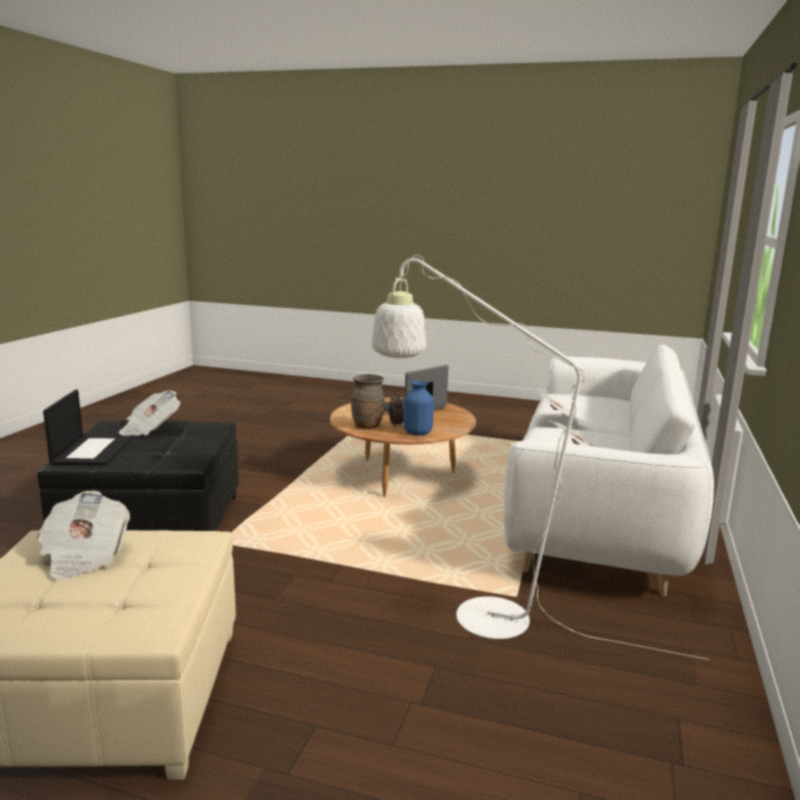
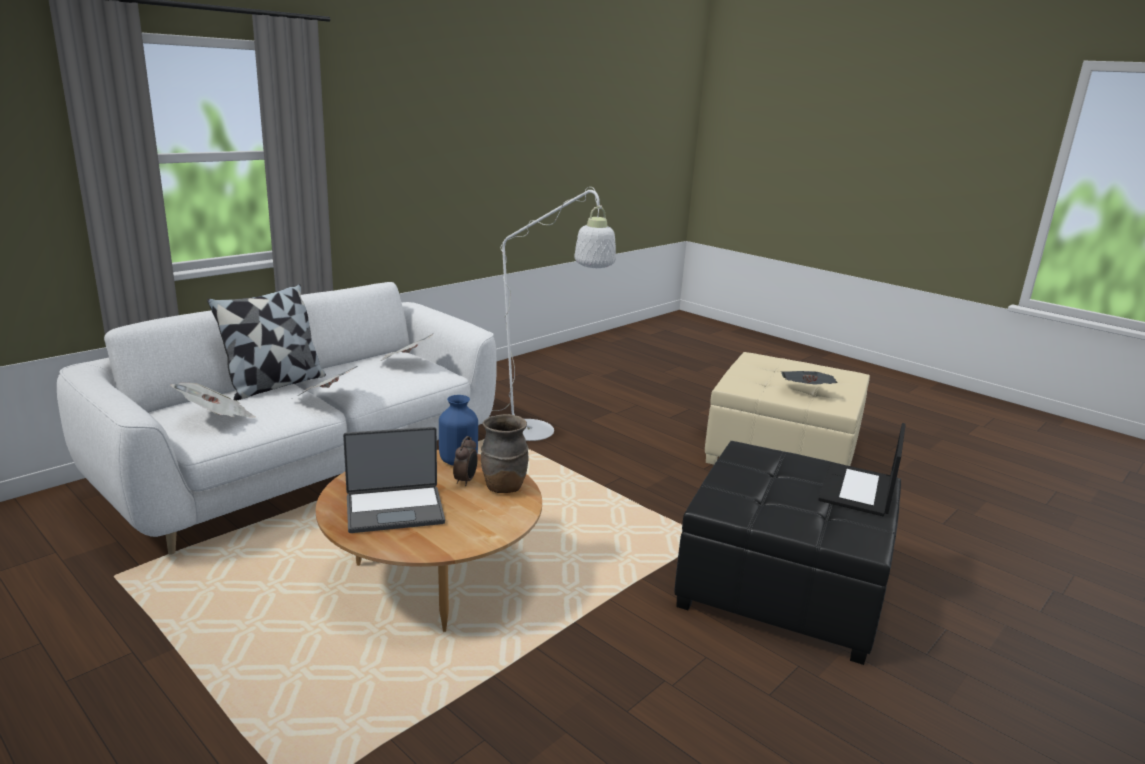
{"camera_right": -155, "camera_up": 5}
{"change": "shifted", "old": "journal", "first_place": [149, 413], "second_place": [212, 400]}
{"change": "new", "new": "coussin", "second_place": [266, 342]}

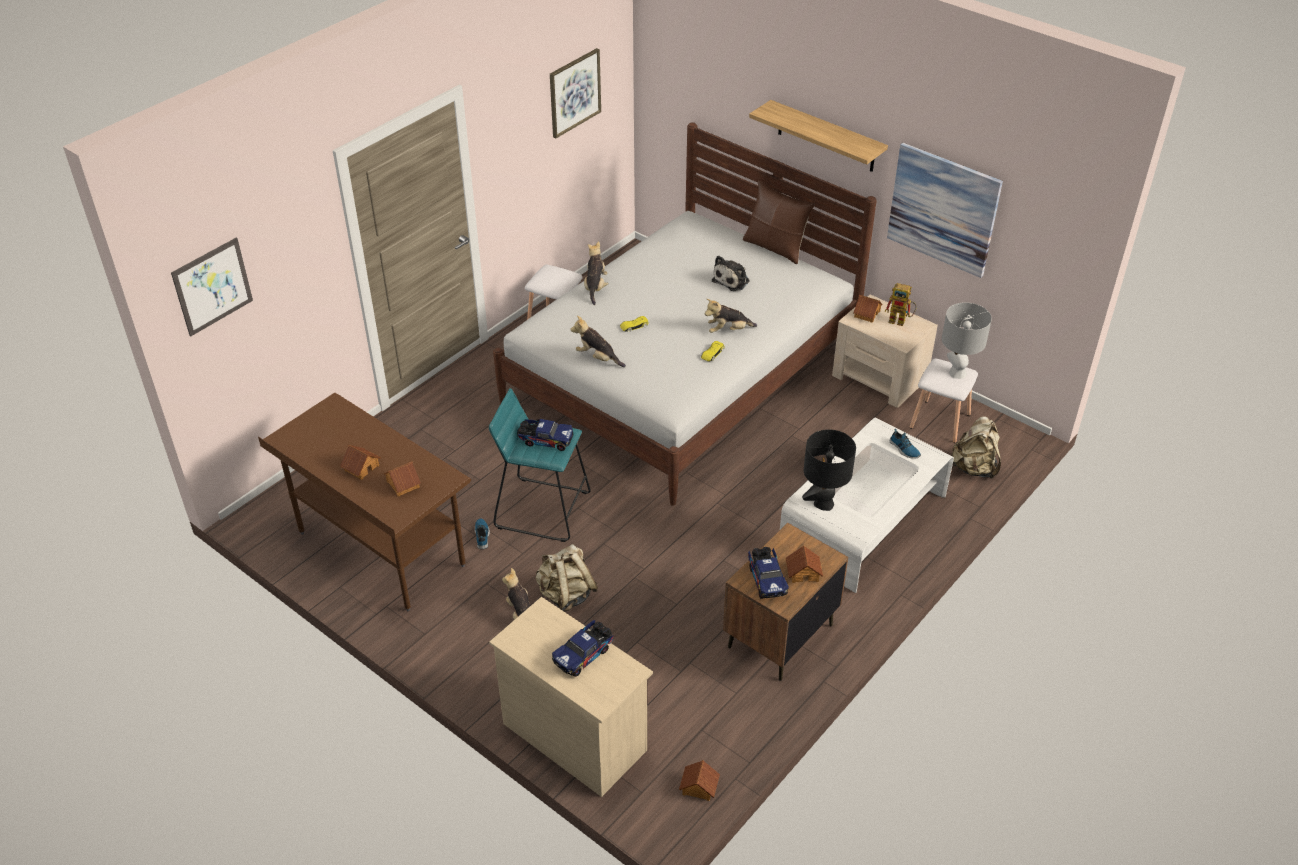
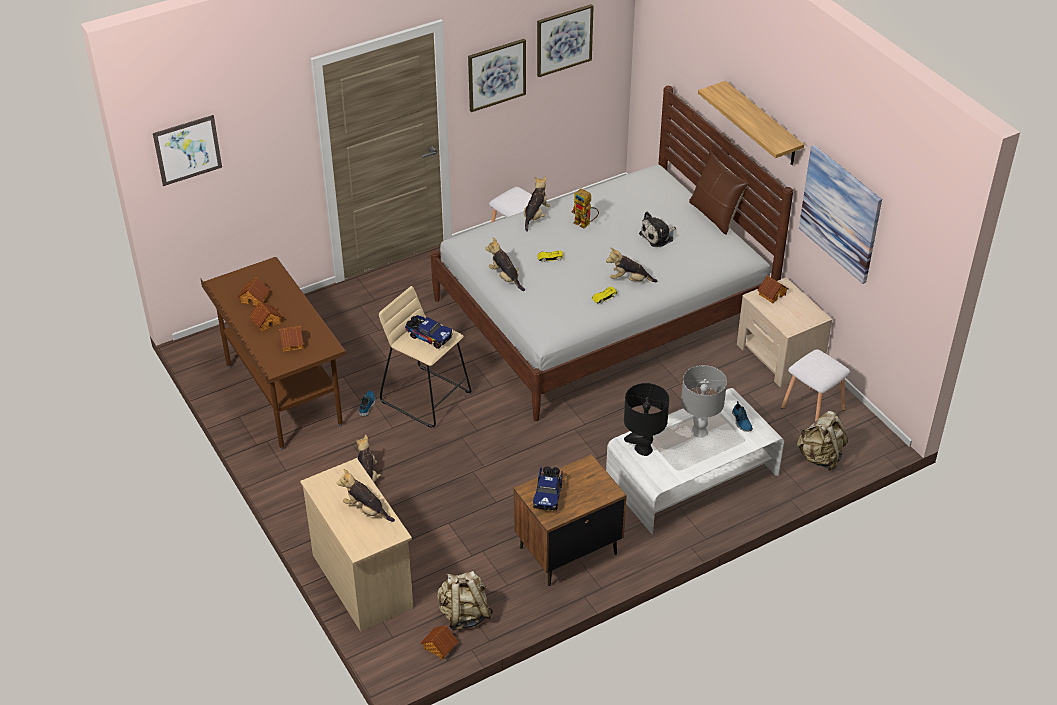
{"camera_right": 20, "camera_up": 0}
{"change": "shifted", "old": "robot jouet", "first_place": [900, 304], "second_place": [585, 209]}
{"change": "shifted", "old": "lampe de table [gris]", "first_place": [967, 340], "second_place": [704, 401]}
{"change": "repainted", "old": "tabouret [turquoise]", "new": "tabouret [beige]", "first_place": [540, 465], "second_place": [425, 357]}
{"change": "shifted", "old": "sac à dos [beige]", "first_place": [567, 577], "second_place": [465, 600]}
{"change": "shifted", "old": "maison miniature", "first_place": [804, 564], "second_place": [253, 291]}
{"change": "swapped", "old": "camion jouet", "new": "peluche", "first_place": [582, 648], "second_place": [366, 495]}
{"change": "new", "new": "tableau", "second_place": [497, 75]}

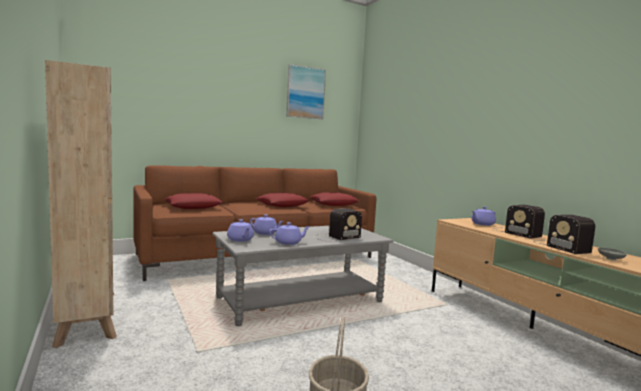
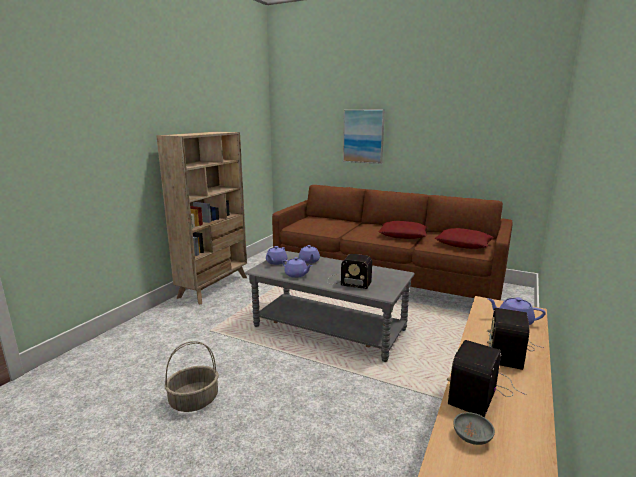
{"camera_right": 55, "camera_up": 10}
{"change": "shifted", "old": "tableau", "first_place": [306, 92], "second_place": [364, 136]}
{"change": "gone", "old": "coussin [rouge]", "first_place": [193, 201]}

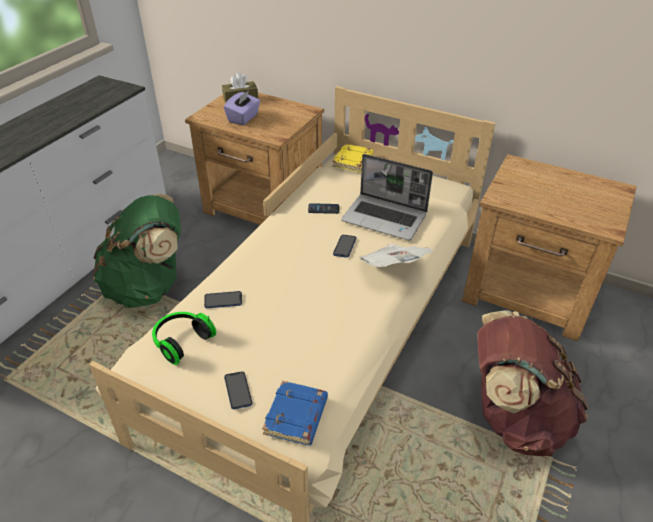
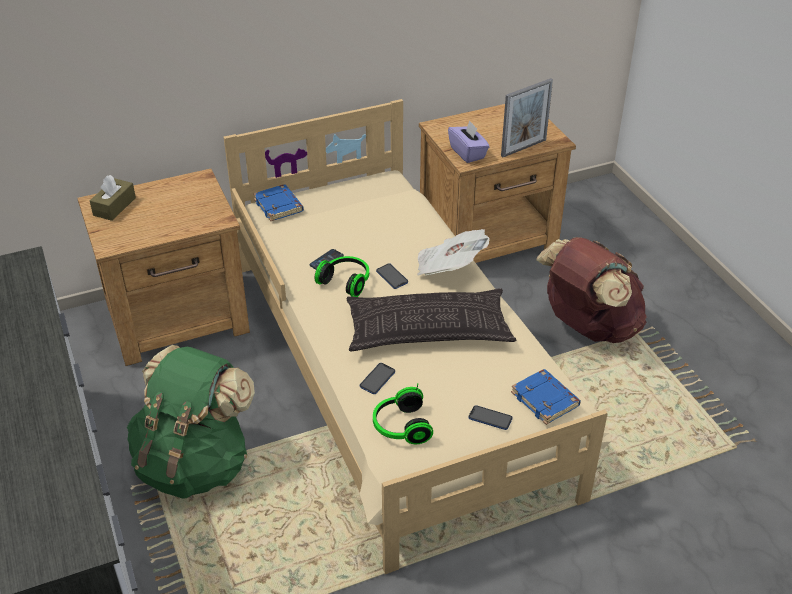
{"camera_right": -50, "camera_up": 0}
{"change": "shifted", "old": "boîte à mouchoirs [violet]", "first_place": [242, 108], "second_place": [469, 141]}
{"change": "repainted", "old": "livre [jaune]", "new": "livre [bleu]", "first_place": [352, 158], "second_place": [278, 202]}
{"change": "gone", "old": "ordinateur portable", "first_place": [387, 197]}
{"change": "new", "new": "cadre photo", "second_place": [527, 117]}
{"change": "new", "new": "casque audio", "second_place": [342, 276]}
{"change": "new", "new": "coussin", "second_place": [431, 319]}

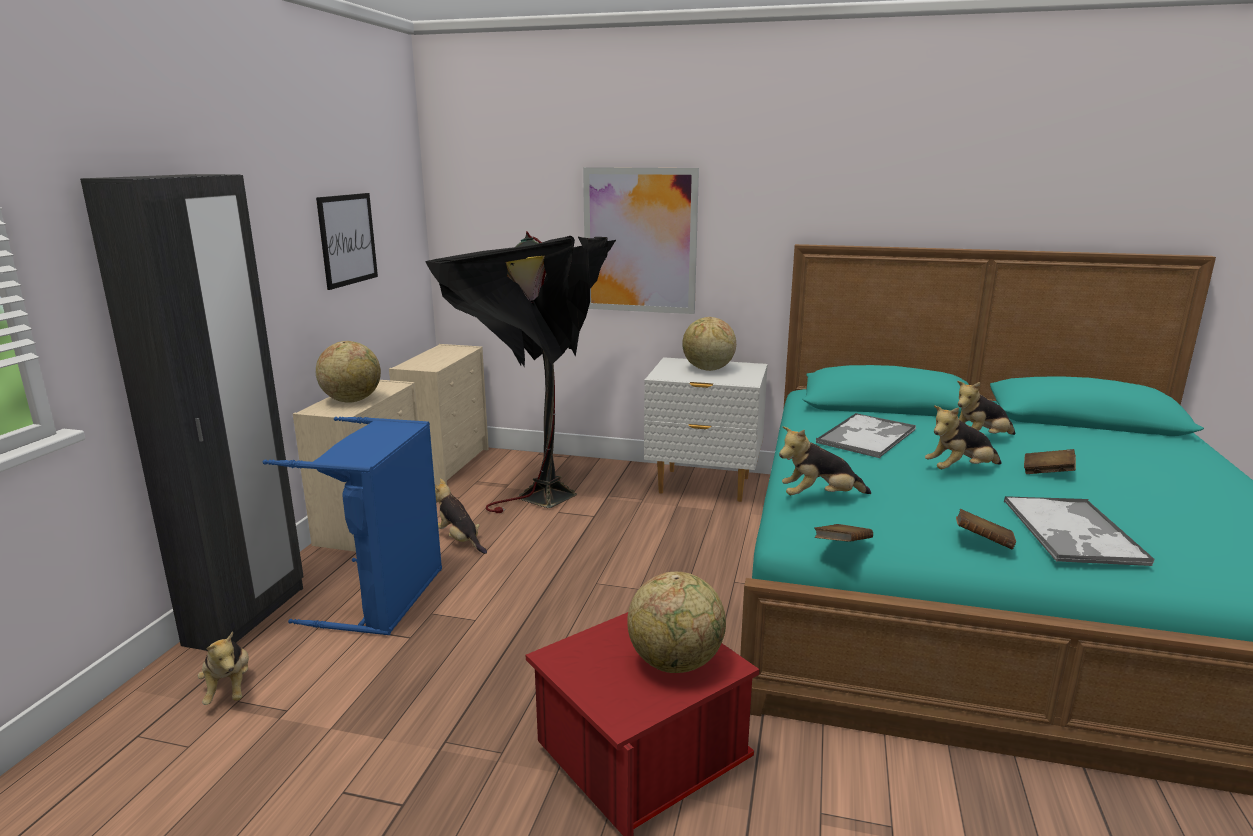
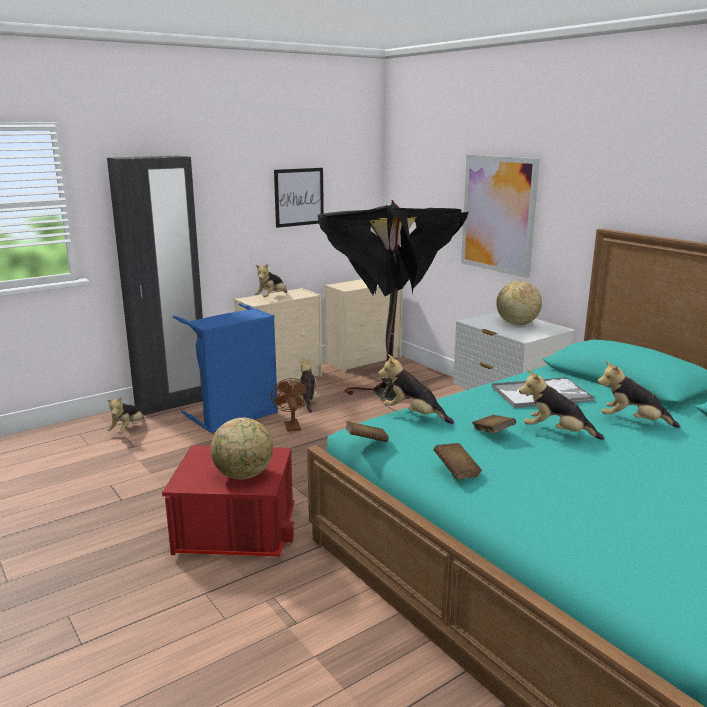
{"camera_right": 40, "camera_up": 0}
{"change": "swapped", "old": "globe", "new": "peluche", "first_place": [348, 372], "second_place": [271, 280]}
{"change": "shifted", "old": "livre [marron]", "first_place": [1050, 461], "second_place": [494, 424]}
{"change": "gone", "old": "plateau", "first_place": [1079, 531]}
{"change": "new", "new": "ventilateur [marron]", "second_place": [290, 405]}

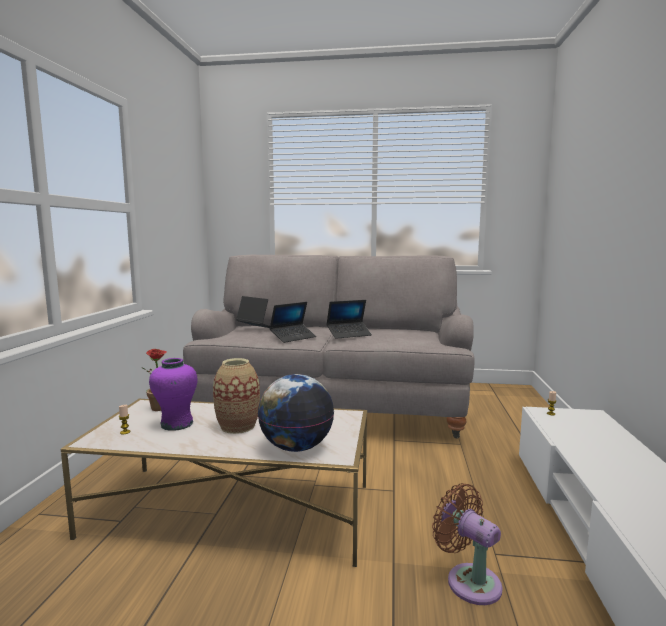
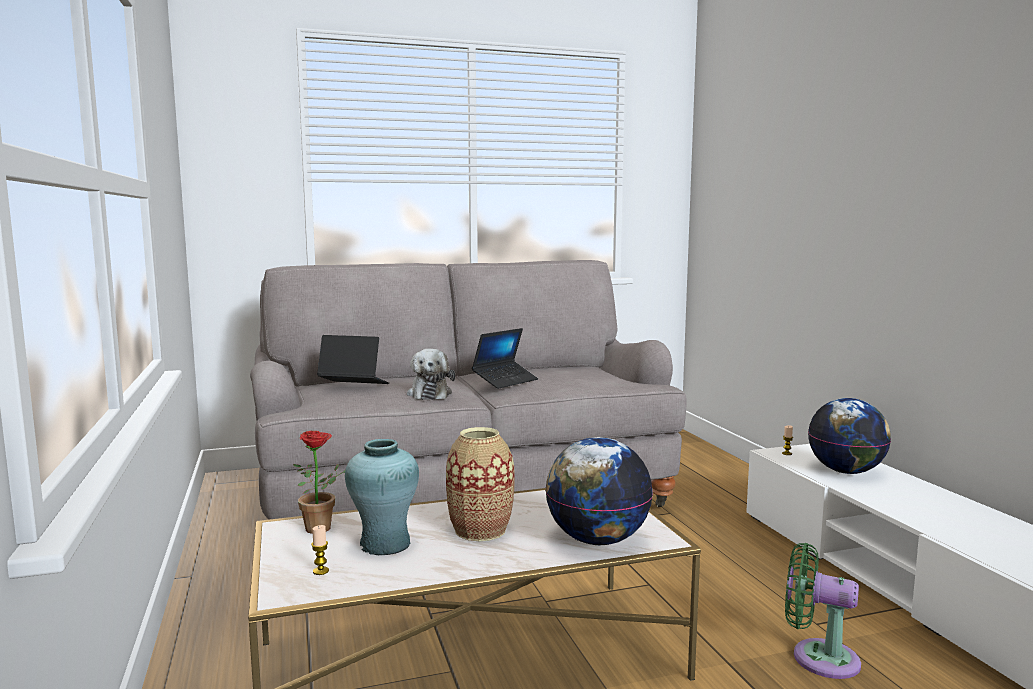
{"camera_right": -25, "camera_up": 0}
{"change": "swapped", "old": "ordinateur portable", "new": "peluche", "first_place": [292, 322], "second_place": [431, 374]}
{"change": "repainted", "old": "vase [violet]", "new": "vase [turquoise]", "first_place": [173, 394], "second_place": [382, 497]}
{"change": "repainted", "old": "ventilateur [marron]", "new": "ventilateur [vert]", "first_place": [467, 544], "second_place": [823, 611]}
{"change": "new", "new": "globe", "second_place": [849, 436]}

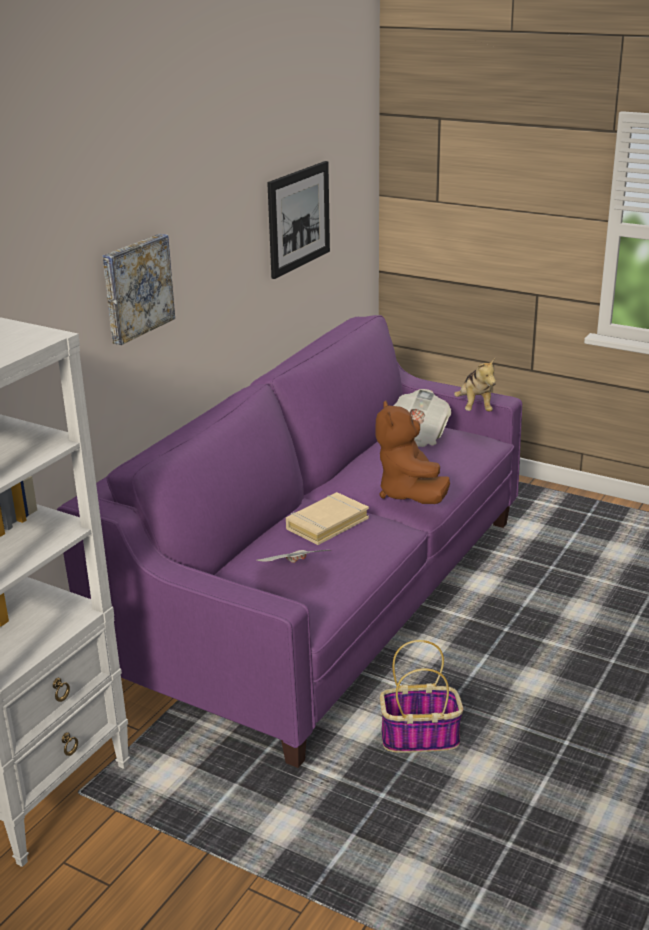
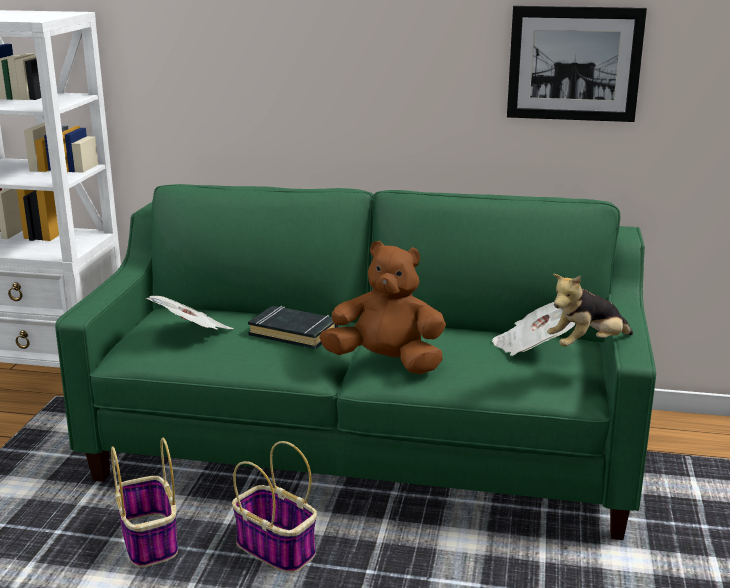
{"camera_right": 70, "camera_up": -5}
{"change": "gone", "old": "tableau", "first_place": [139, 289]}
{"change": "repainted", "old": "canapé [violet]", "new": "canapé [vert]", "first_place": [289, 541], "second_place": [355, 362]}
{"change": "rotated", "old": "peluche [marron]", "first_place": [412, 452], "second_place": [382, 307], "degrees": 45}
{"change": "repainted", "old": "livre [beige]", "new": "livre [noir]", "first_place": [327, 518], "second_place": [293, 327]}
{"change": "new", "new": "panier", "second_place": [274, 507]}

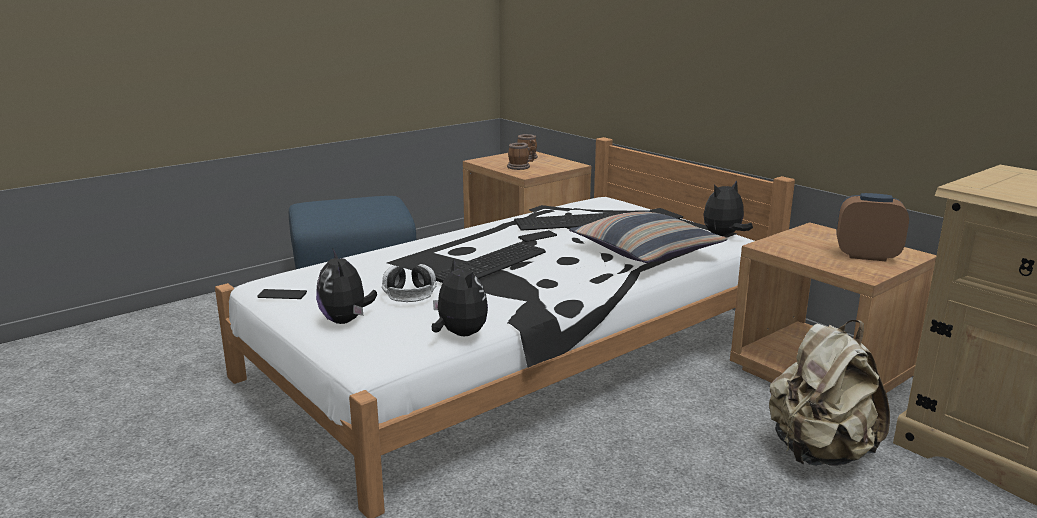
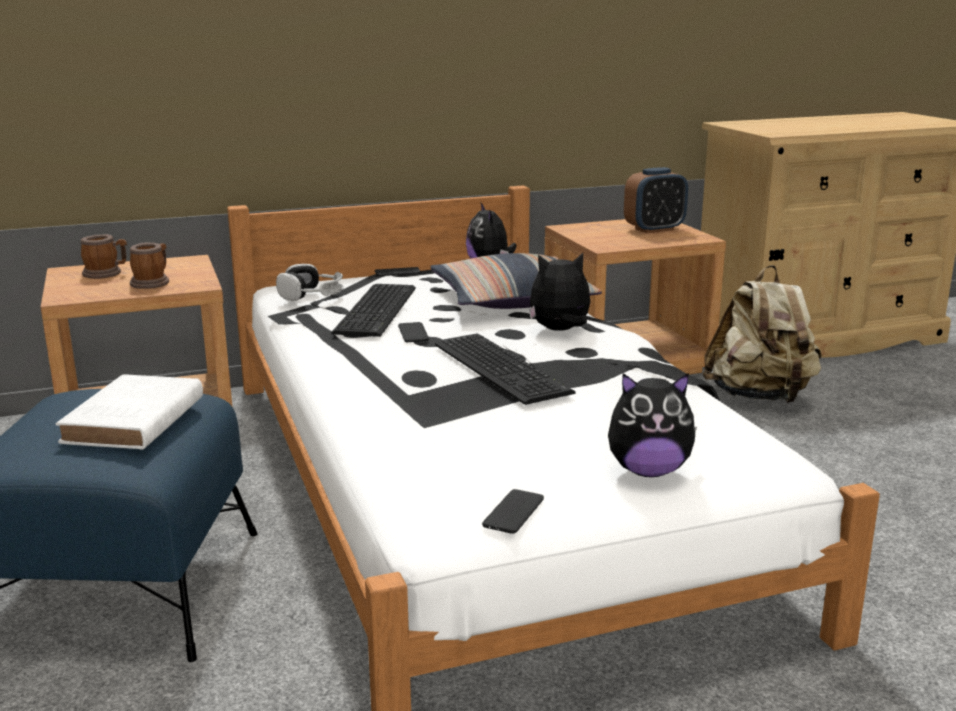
{"camera_right": -70, "camera_up": 0}
{"change": "rotated", "old": "réveil", "first_place": [872, 227], "second_place": [656, 200], "degrees": -150}
{"change": "shifted", "old": "peluche", "first_place": [460, 297], "second_place": [559, 292]}
{"change": "shifted", "old": "casque audio", "first_place": [409, 283], "second_place": [310, 282]}
{"change": "new", "new": "livre [blanc]", "second_place": [129, 412]}

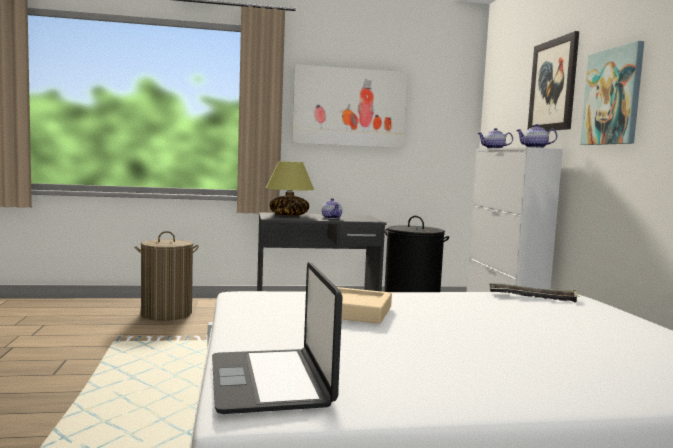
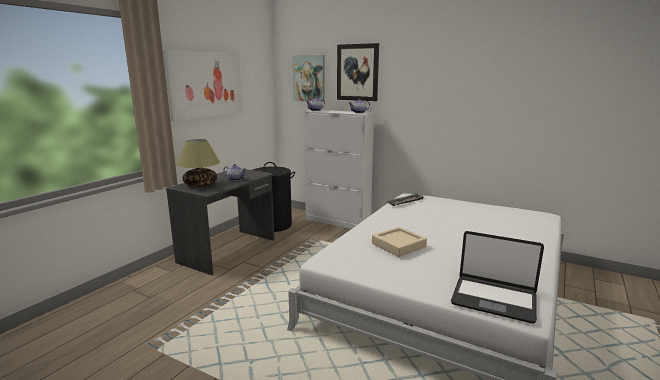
{"camera_right": -50, "camera_up": 10}
{"change": "shifted", "old": "tableau", "first_place": [612, 93], "second_place": [308, 78]}
{"change": "gone", "old": "panier à linge", "first_place": [166, 276]}

